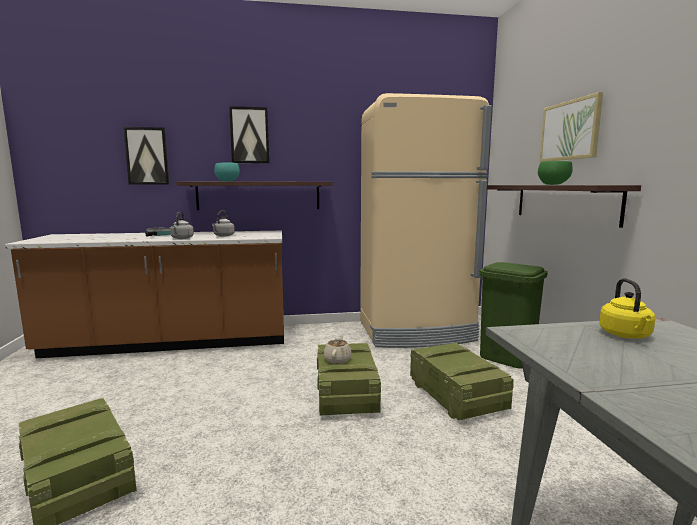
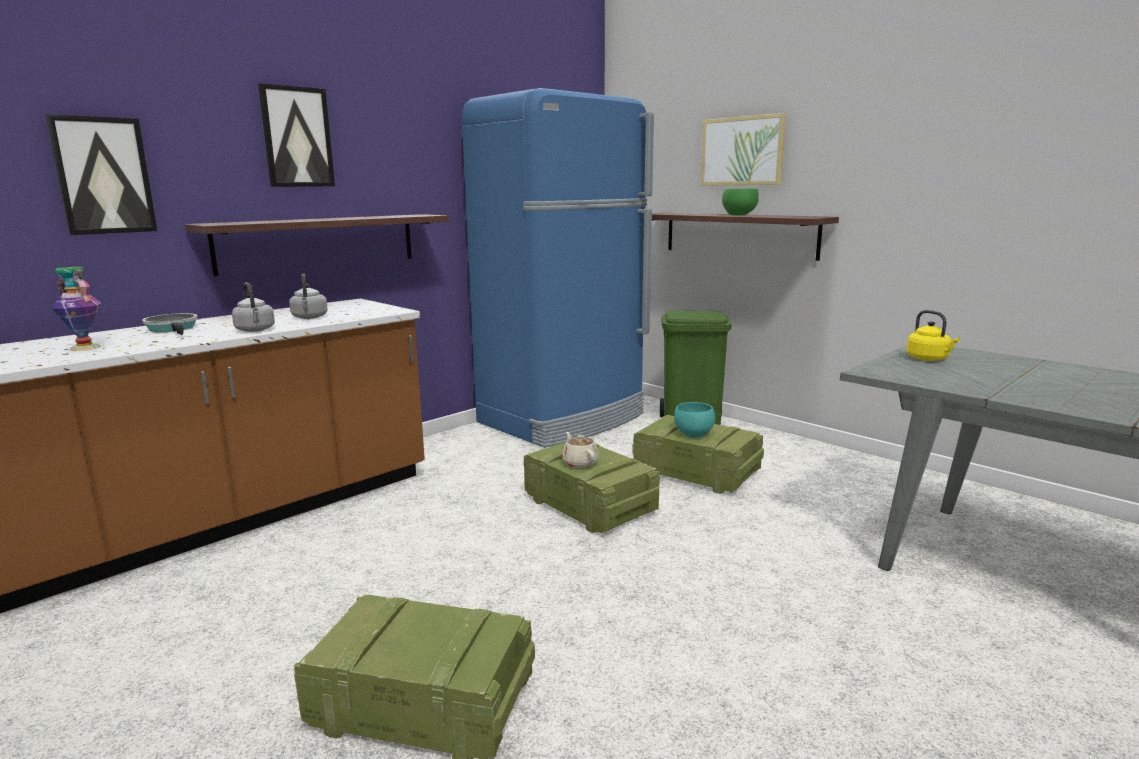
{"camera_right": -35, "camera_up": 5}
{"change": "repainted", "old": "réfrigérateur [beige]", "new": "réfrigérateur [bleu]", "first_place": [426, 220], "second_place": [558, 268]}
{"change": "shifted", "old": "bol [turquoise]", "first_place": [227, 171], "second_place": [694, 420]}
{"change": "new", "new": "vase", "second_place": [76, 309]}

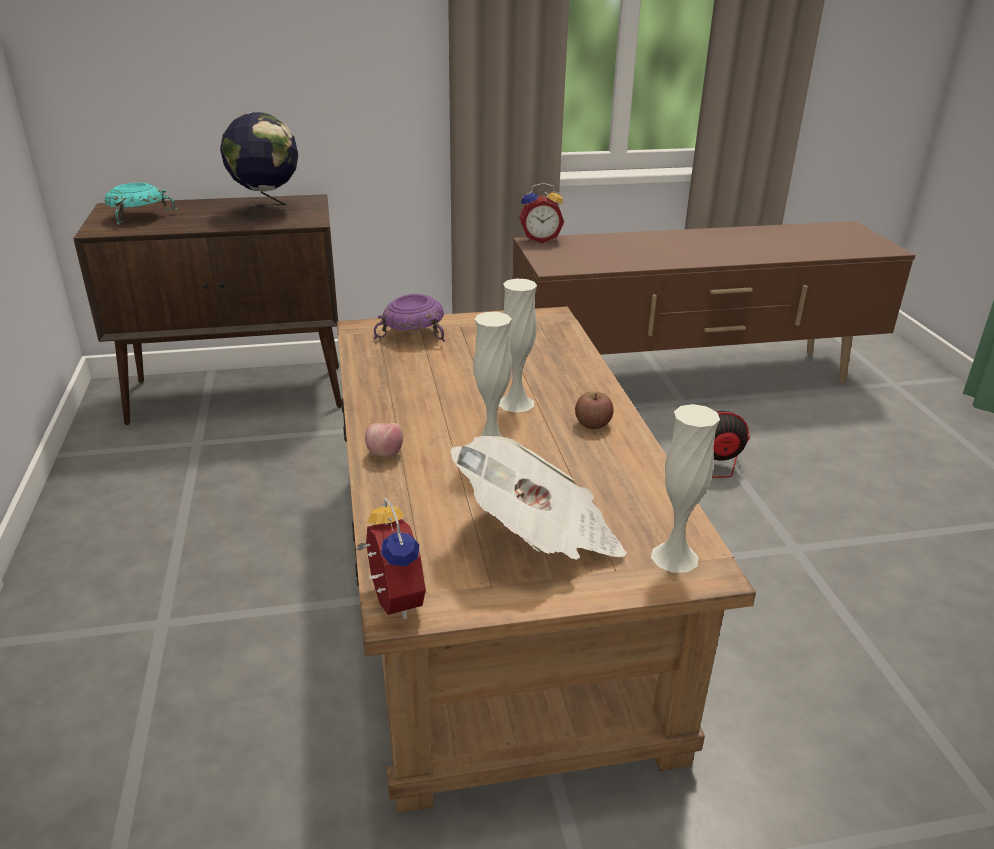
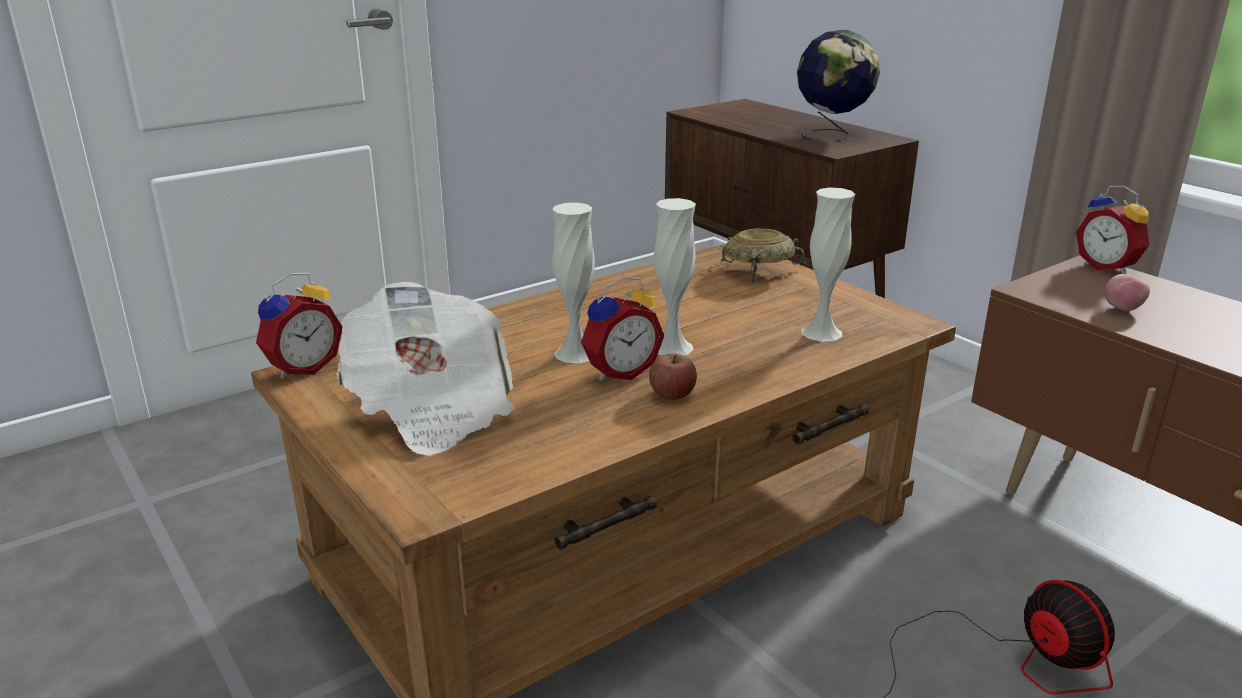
{"camera_right": 65, "camera_up": -5}
{"change": "gone", "old": "bol [turquoise]", "first_place": [141, 203]}
{"change": "repainted", "old": "bol [violet]", "new": "bol [beige]", "first_place": [409, 318], "second_place": [763, 257]}
{"change": "shifted", "old": "vase [blanc]", "first_place": [685, 488], "second_place": [828, 264]}
{"change": "shifted", "old": "pomme", "first_place": [384, 440], "second_place": [1127, 292]}
{"change": "new", "new": "réveil", "second_place": [622, 329]}

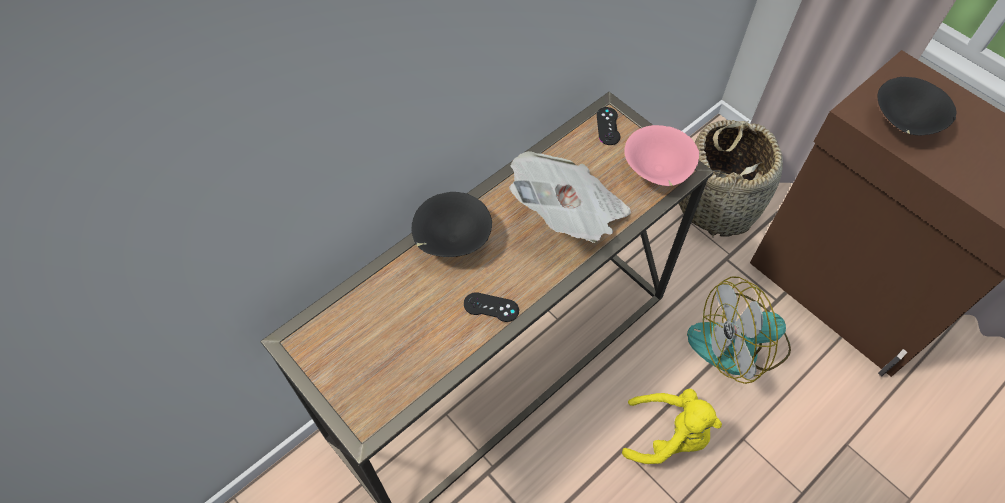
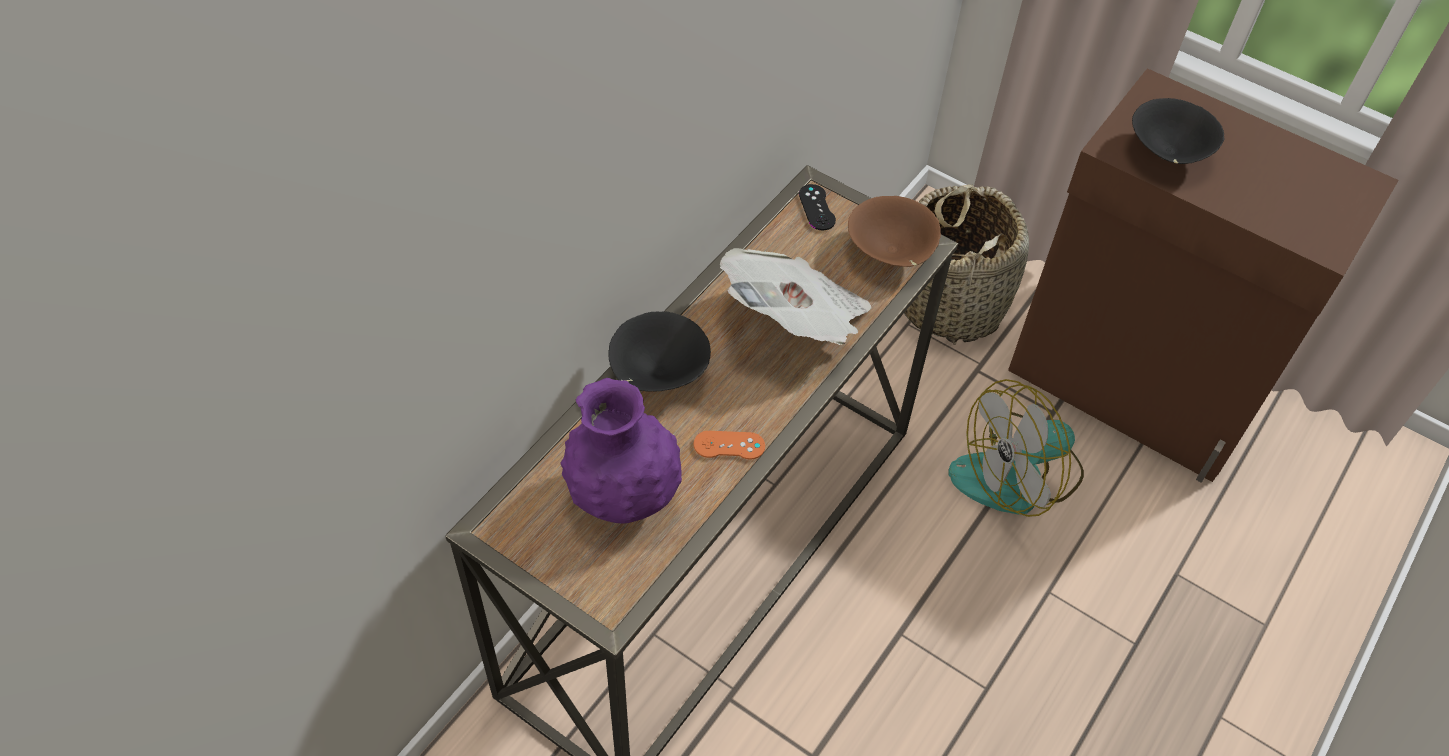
{"camera_right": -15, "camera_up": -5}
{"change": "repainted", "old": "bol [rose]", "new": "bol [marron]", "first_place": [661, 155], "second_place": [894, 231]}
{"change": "repainted", "old": "manette [noir]", "new": "manette [orange]", "first_place": [491, 307], "second_place": [729, 445]}
{"change": "gone", "old": "peluche [jaune]", "first_place": [672, 426]}
{"change": "new", "new": "vase [violet]", "second_place": [621, 451]}

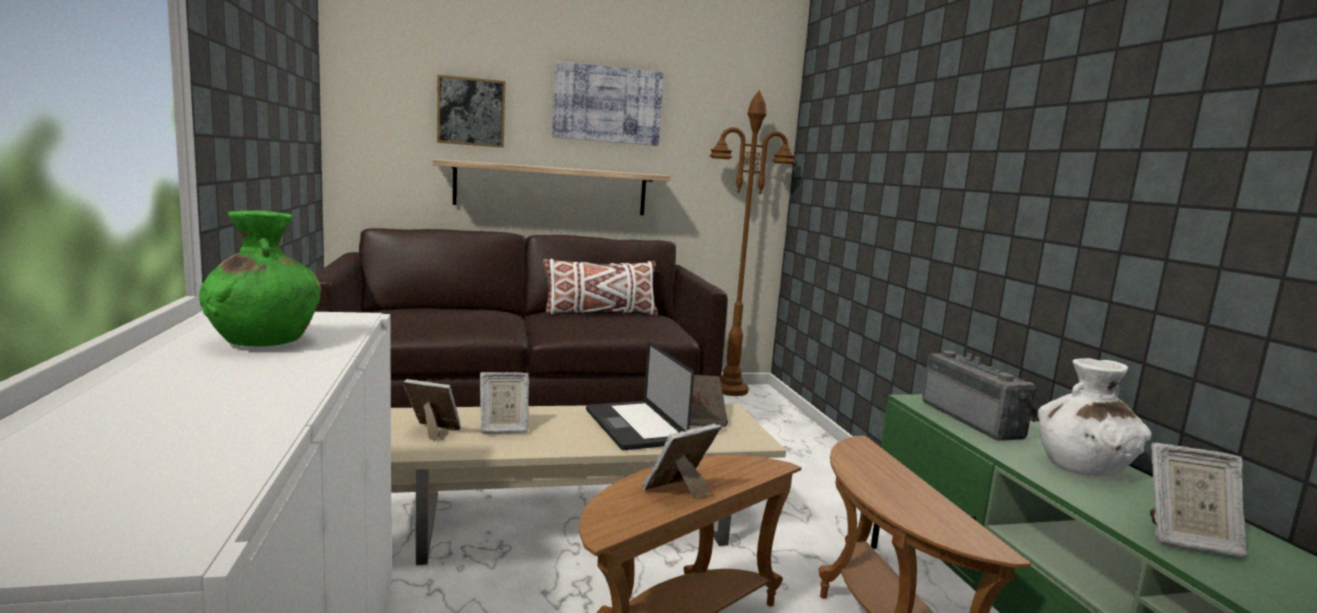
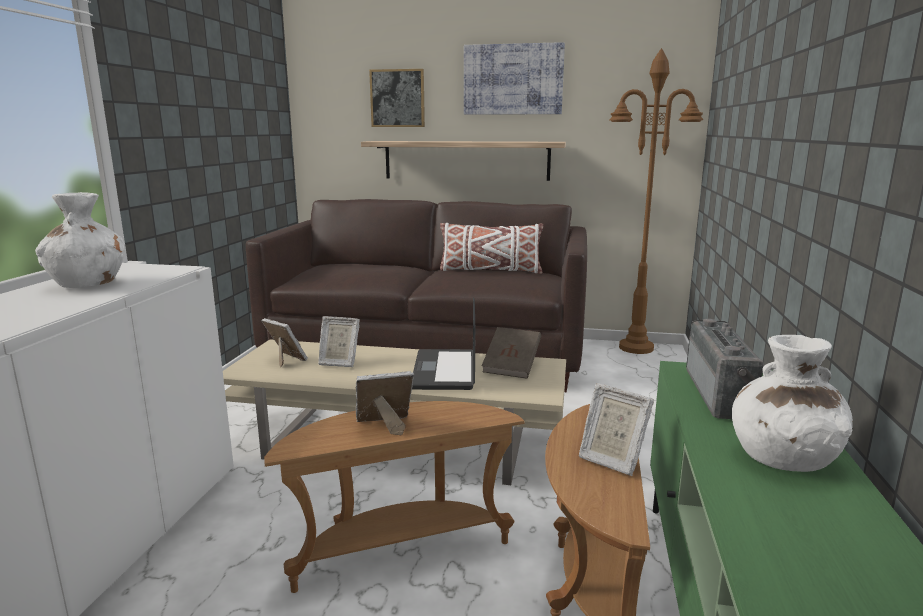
{"camera_right": 25, "camera_up": 5}
{"change": "repainted", "old": "vase [vert]", "new": "vase [blanc]", "first_place": [260, 278], "second_place": [80, 240]}
{"change": "shifted", "old": "cadre photo", "first_place": [1198, 500], "second_place": [616, 429]}

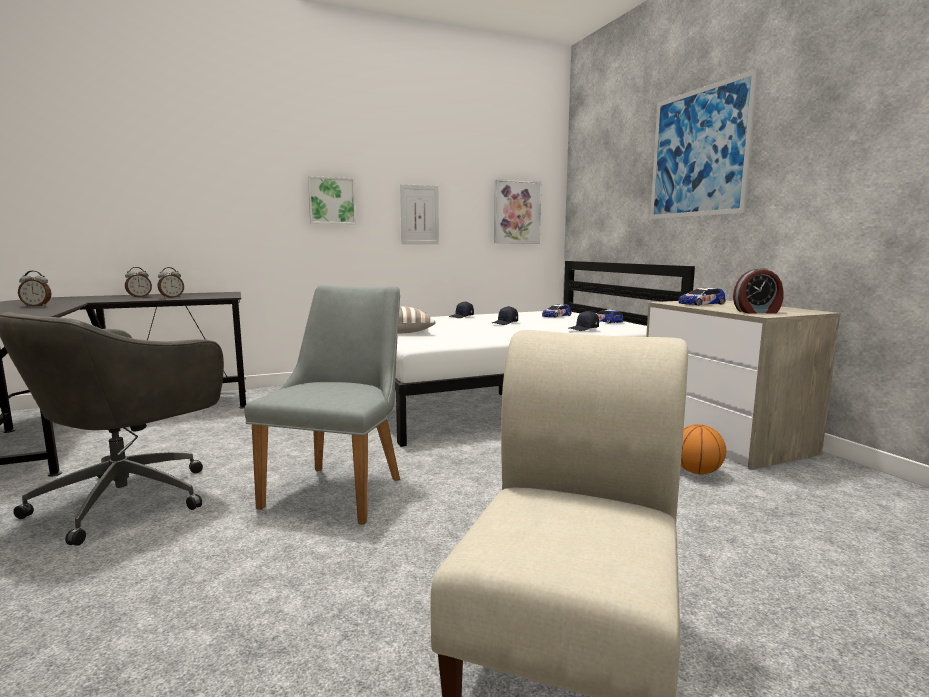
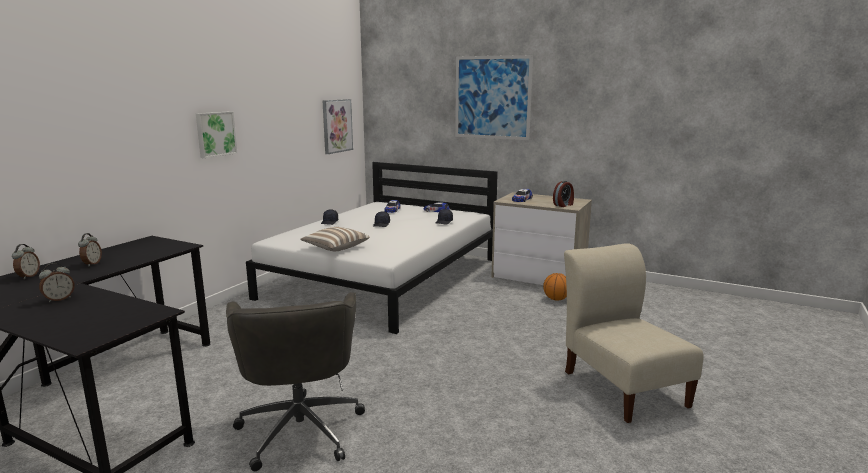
{"camera_right": -40, "camera_up": 5}
{"change": "gone", "old": "tableau", "first_place": [419, 214]}
{"change": "shifted", "old": "réveil", "first_place": [171, 282], "second_place": [26, 261]}
{"change": "gone", "old": "chaise [gris]", "first_place": [322, 405]}

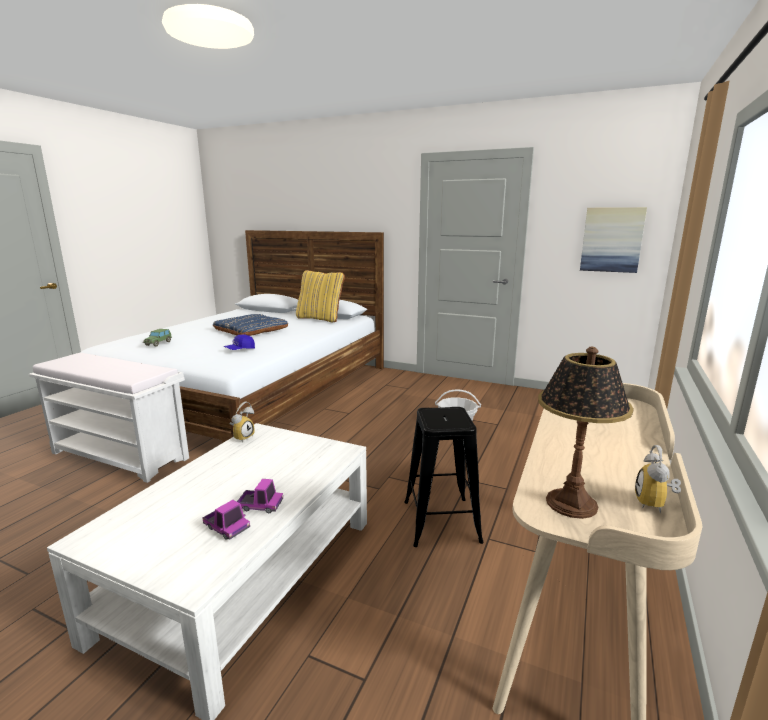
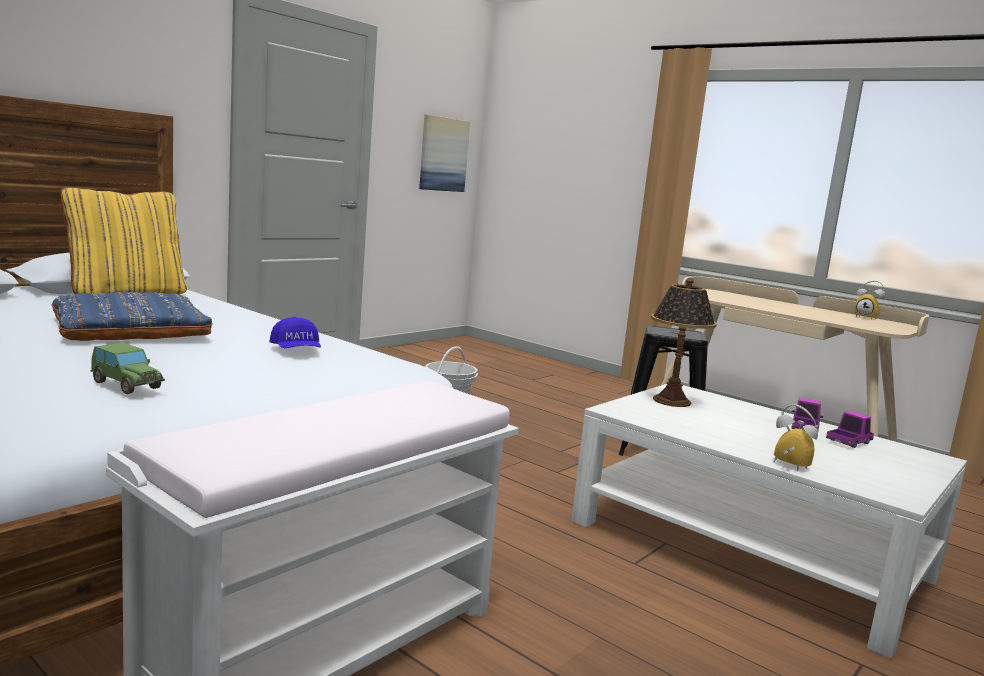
{"camera_right": -75, "camera_up": -5}
{"change": "shifted", "old": "lampe de table", "first_place": [586, 433], "second_place": [684, 342]}
{"change": "shifted", "old": "réveil", "first_place": [242, 422], "second_place": [795, 437]}

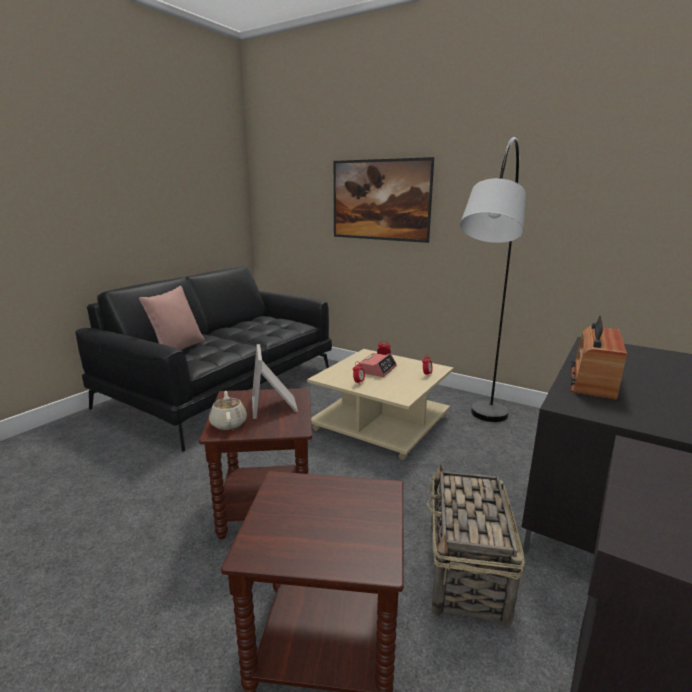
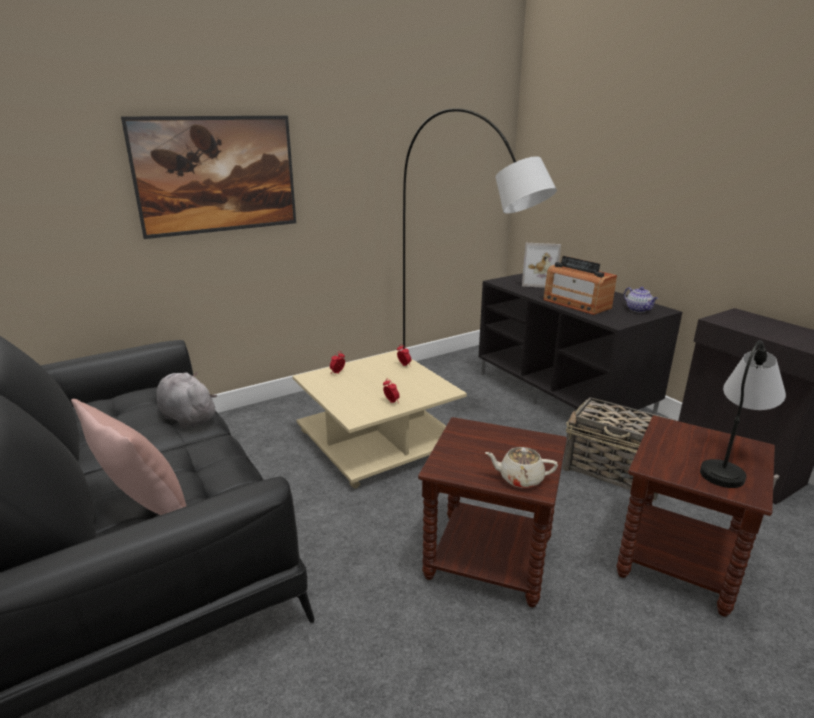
{"camera_right": -65, "camera_up": 5}
{"change": "shifted", "old": "cadre photo", "first_place": [275, 381], "second_place": [541, 265]}
{"change": "gone", "old": "réveil", "first_place": [378, 365]}
{"change": "new", "new": "théière", "second_place": [641, 299]}
{"change": "new", "new": "lampe de table", "second_place": [743, 414]}
{"change": "new", "new": "peluche [gris]", "second_place": [187, 400]}

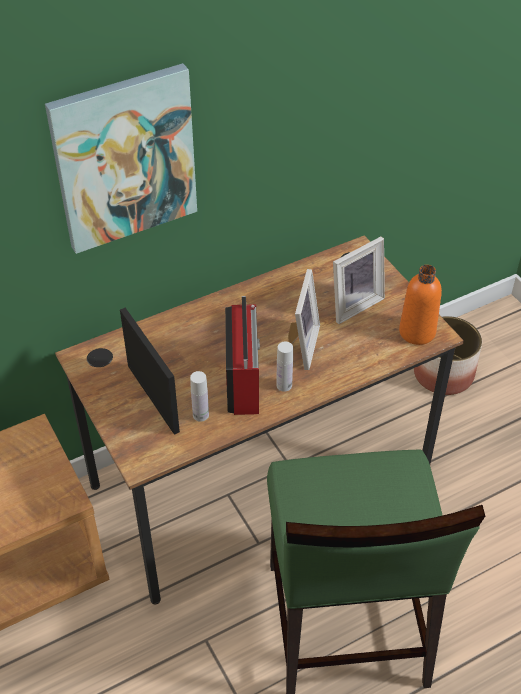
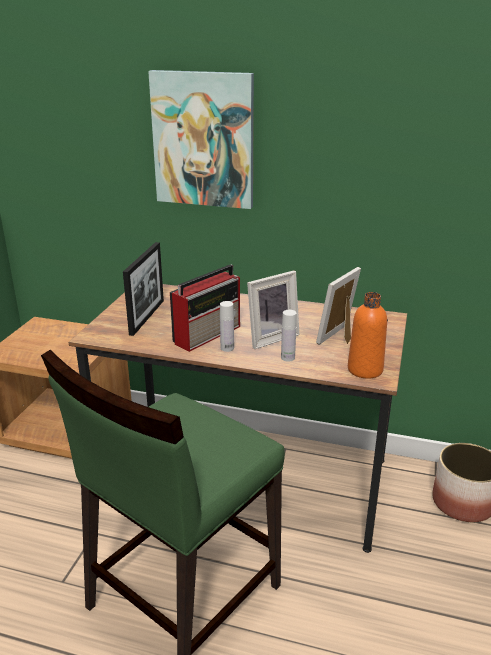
{"camera_right": 45, "camera_up": -20}
{"change": "rotated", "old": "cadre photo", "first_place": [359, 280], "second_place": [338, 306], "degrees": 120}
{"change": "shifted", "old": "bouteille [blanc]", "first_place": [199, 396], "second_place": [289, 336]}

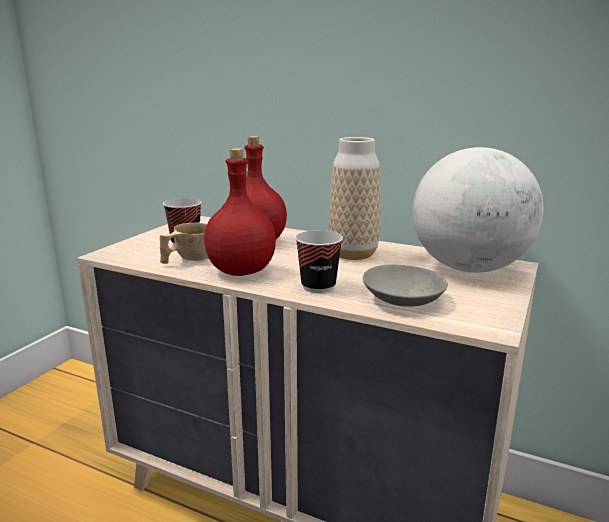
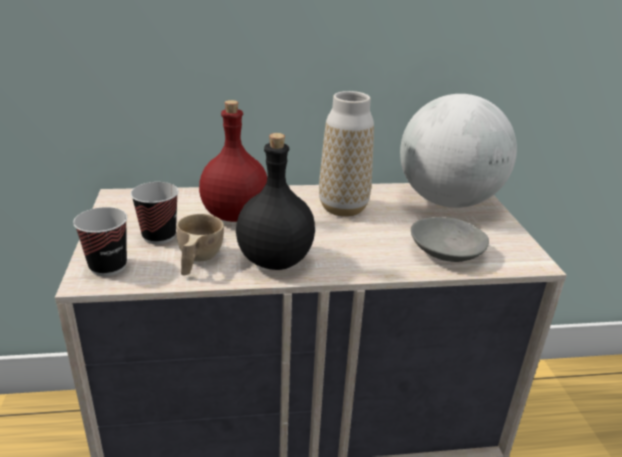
{"camera_right": -35, "camera_up": 10}
{"change": "repainted", "old": "bouteille [rouge]", "new": "bouteille [noir]", "first_place": [240, 212], "second_place": [275, 201]}
{"change": "shifted", "old": "tasse", "first_place": [319, 261], "second_place": [100, 241]}

